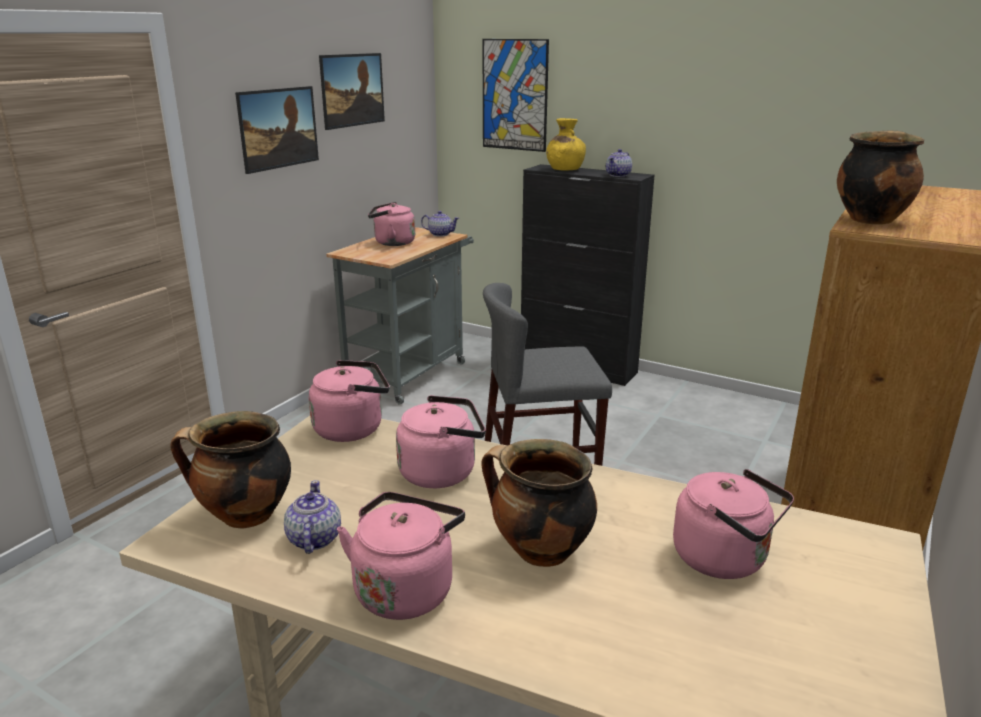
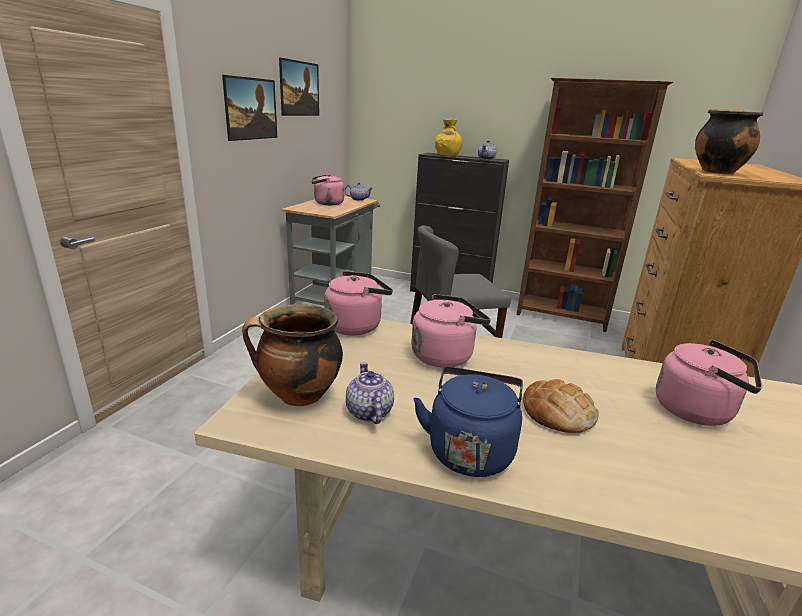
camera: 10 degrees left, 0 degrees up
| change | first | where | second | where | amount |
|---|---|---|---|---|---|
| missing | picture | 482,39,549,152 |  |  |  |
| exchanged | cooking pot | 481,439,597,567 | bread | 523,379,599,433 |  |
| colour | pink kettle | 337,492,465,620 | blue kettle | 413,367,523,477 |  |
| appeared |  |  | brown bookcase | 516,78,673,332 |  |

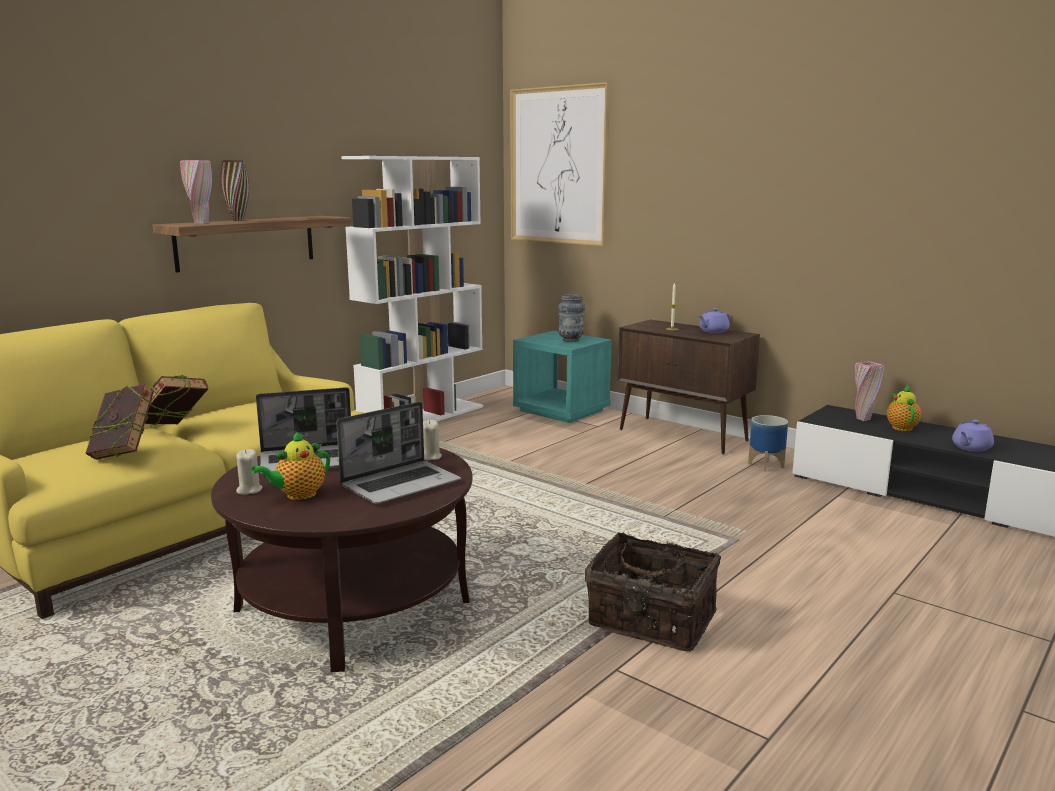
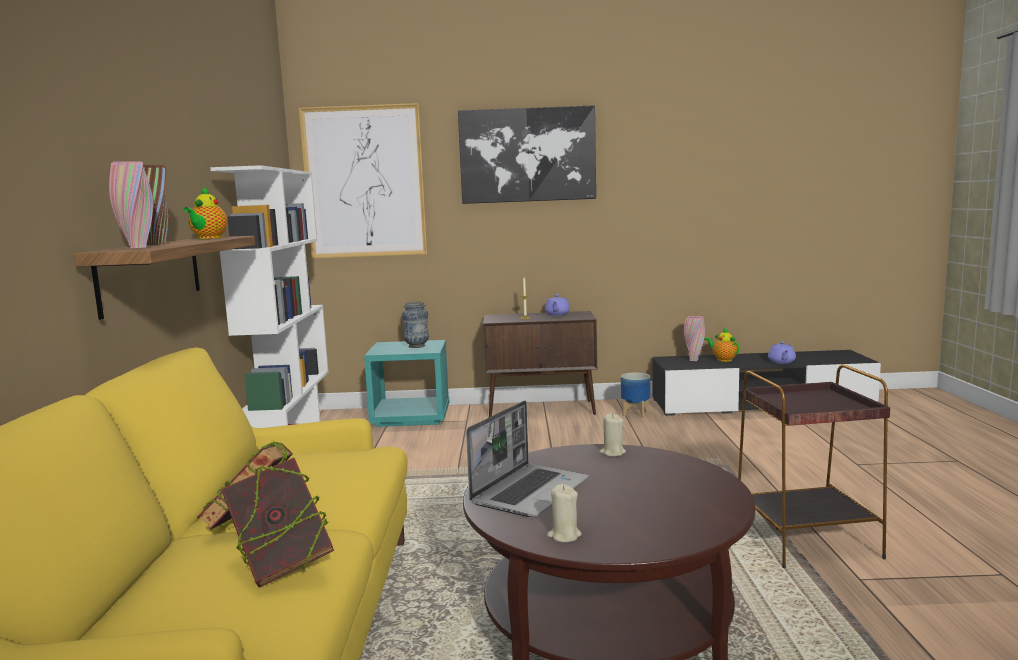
camera: 40 degrees left, 5 degrees down
| change | first | where | second | where | amount |
|---|---|---|---|---|---|
| missing | laptop | 336,402,461,504 |  |  |  |
| relocated | teapot | 251,431,330,500 |  | 183,186,228,239 |  |
| exchanged | basket | 585,532,721,652 | brown side table | 738,364,890,568 |  |
| appeared |  |  | picture | 458,105,596,204 |  |

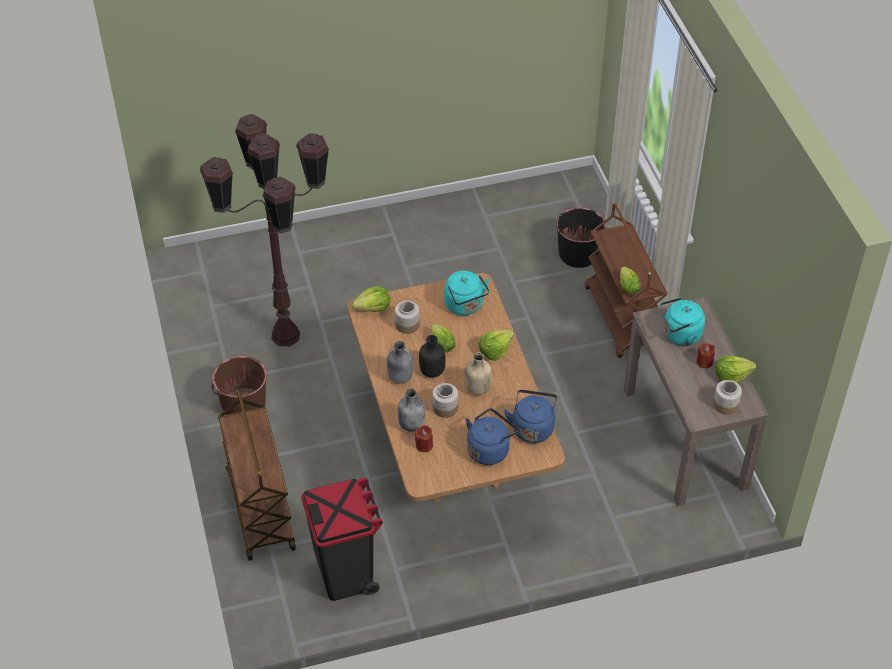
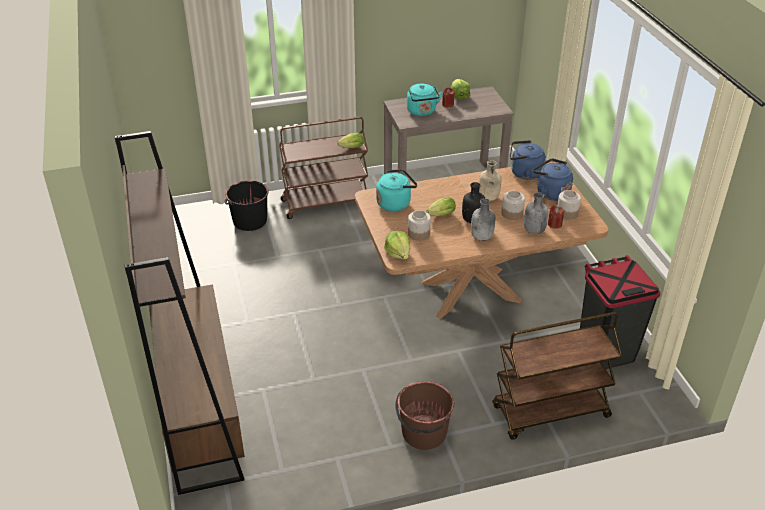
camera: 90 degrees left, 10 degrees down
| change | first | where | second | where | amount |
|---|---|---|---|---|---|
| missing | brown floor lamp | 200,114,329,346 |  |  |  |
| missing | lettuce | 478,330,514,361 |  |  |  |
| relocated | jar | 713,380,742,414 |  | 557,190,581,220 |  |
| appeared |  |  | brown bookcase | 115,131,245,495 |  |

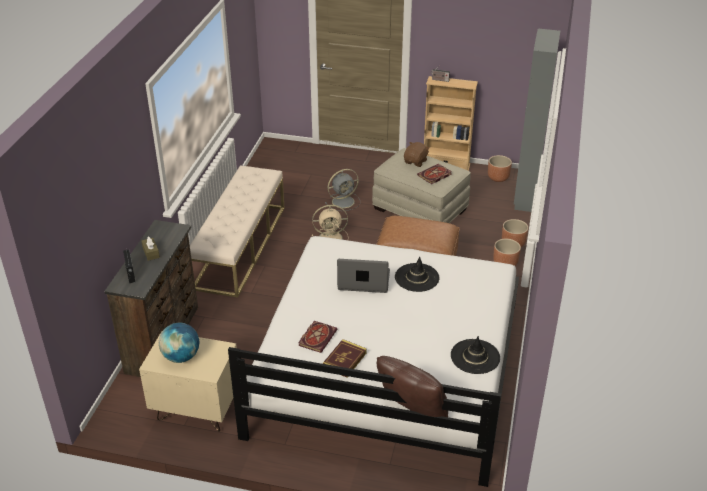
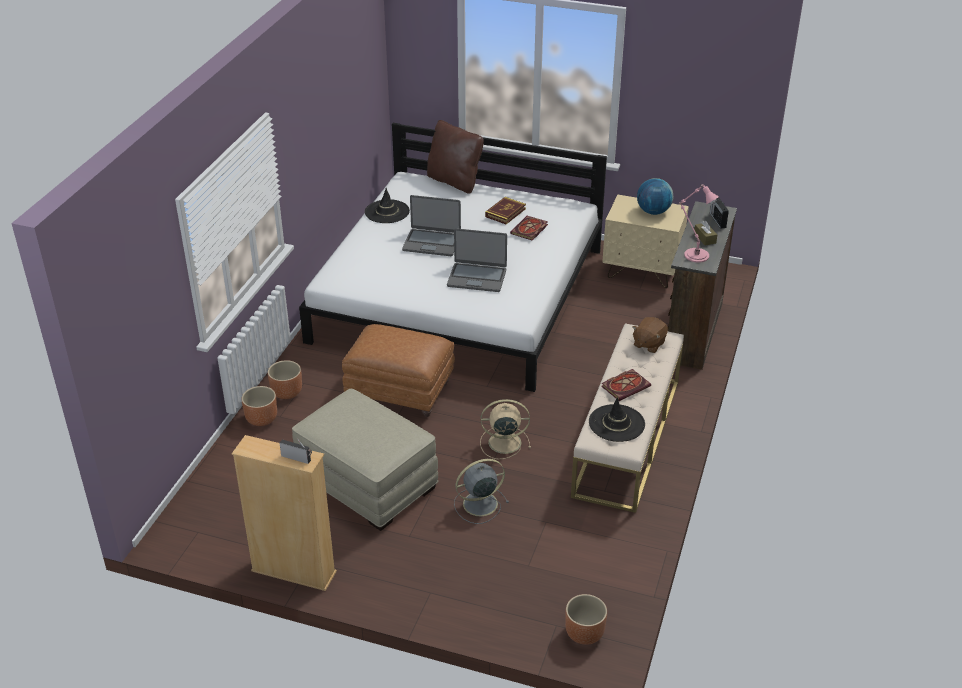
camera: 175 degrees left, 0 degrees up
| change | first | where | second | where | amount |
|---|---|---|---|---|---|
| missing | grey wardrobe | 514,29,560,212 |  |  |  |
| relocated | brown plush toy | 404,142,430,167 |  | 632,317,668,353 |  |
| relocated | brown planter | 488,155,512,182 |  | 565,594,607,645 |  |
| relocated | book | 417,164,452,184 |  | 601,369,651,401 |  |
| relocated | black hat | 395,257,440,292 |  | 589,397,645,442 |  |
| appeared |  |  | pink table lamp | 678,184,719,263 |  |
| appeared |  |  | laptop | 402,195,461,256 |  |

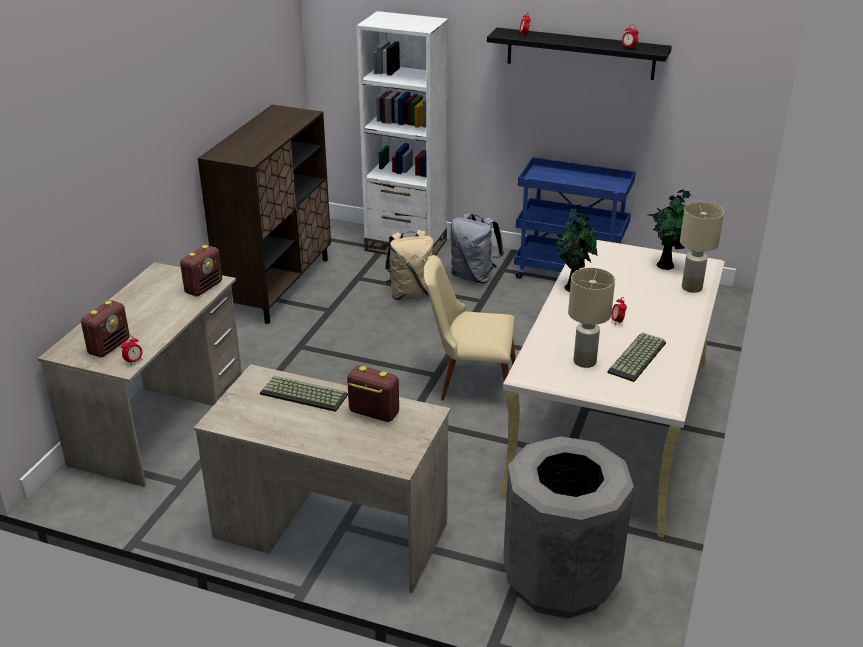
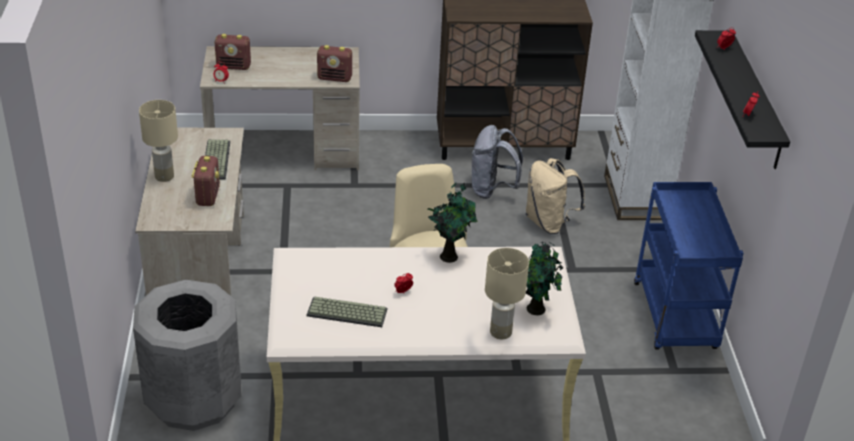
camera: 65 degrees right, 5 degrees up
| change | first | where | second | where | amount |
|---|---|---|---|---|---|
| relocated | grey backpack | 450,213,504,284 |  | 472,125,523,199 |  |
| relocated | beige table lamp | 568,268,615,368 |  | 139,100,178,182 |  |

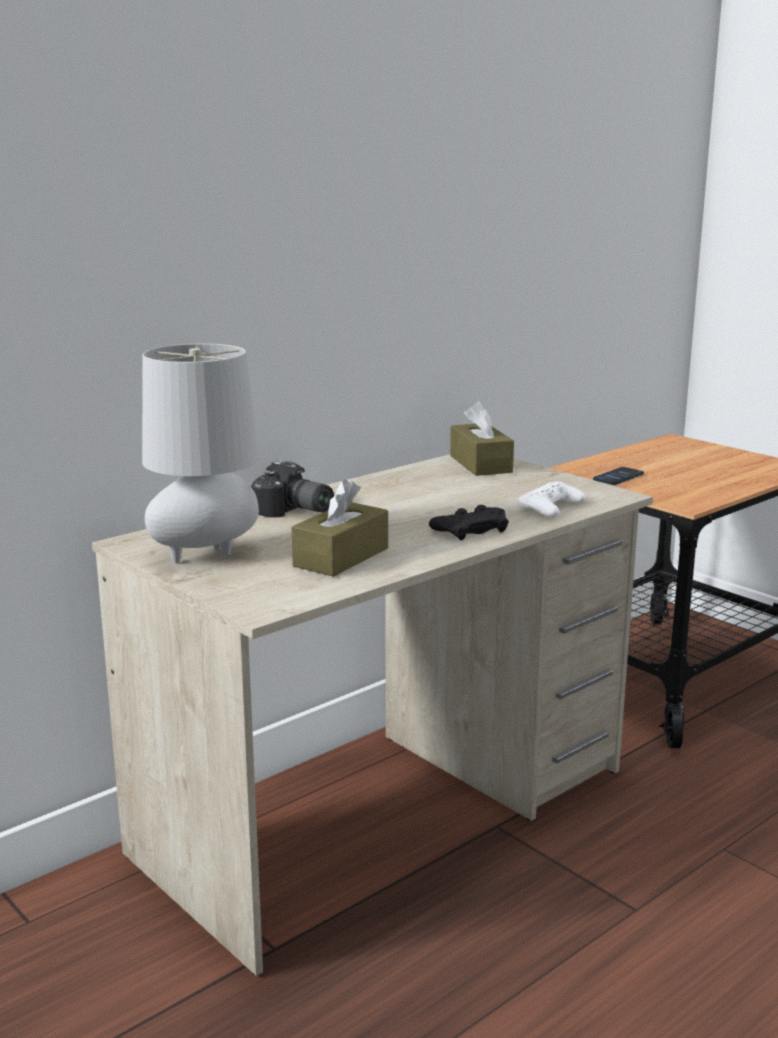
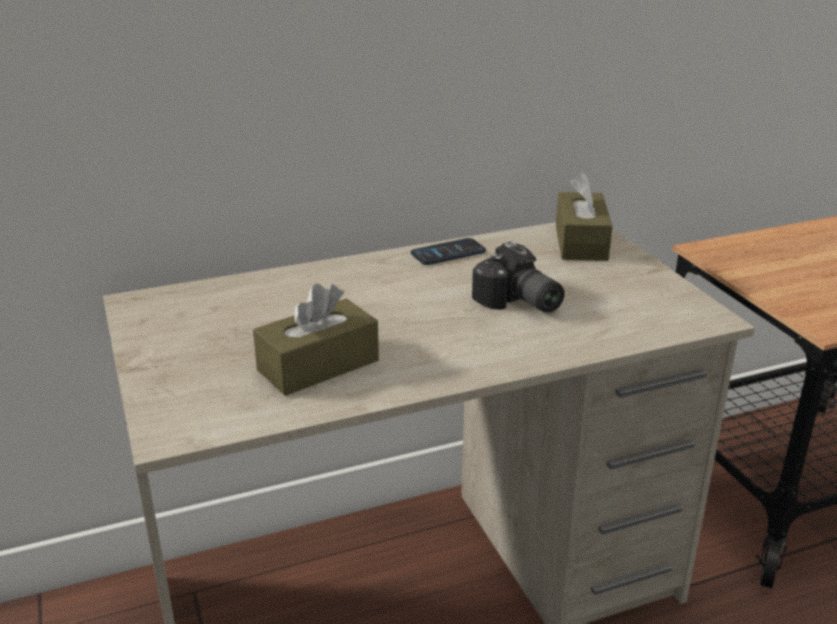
camera: 20 degrees right, 10 degrees up
| change | first | where | second | where | amount |
|---|---|---|---|---|---|
| missing | grey table lamp | 142,343,259,563 |  |  |  |
| relocated | photo camera | 251,460,334,518 |  | 472,241,564,313 |  |
| relocated | phone | 593,467,644,485 |  | 411,238,486,265 |  |
| missing | white game controller | 519,481,586,517 |  |  |  |
| missing | black game controller | 429,505,509,540 |  |  |  |

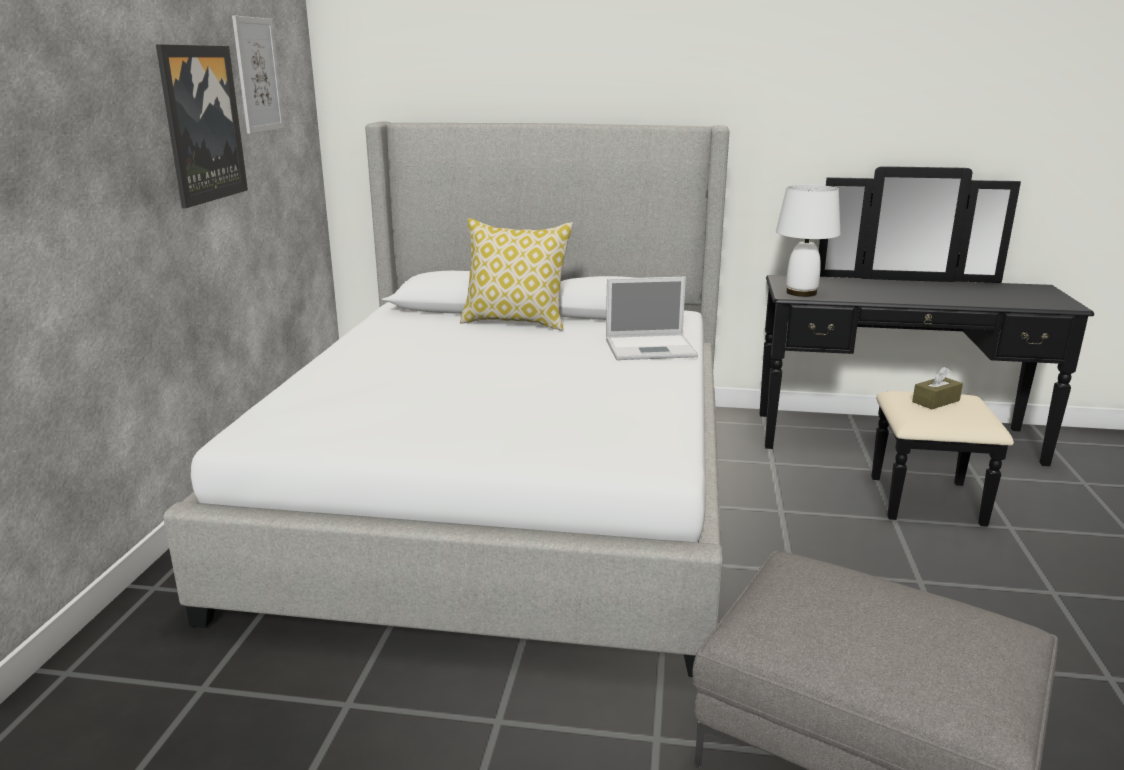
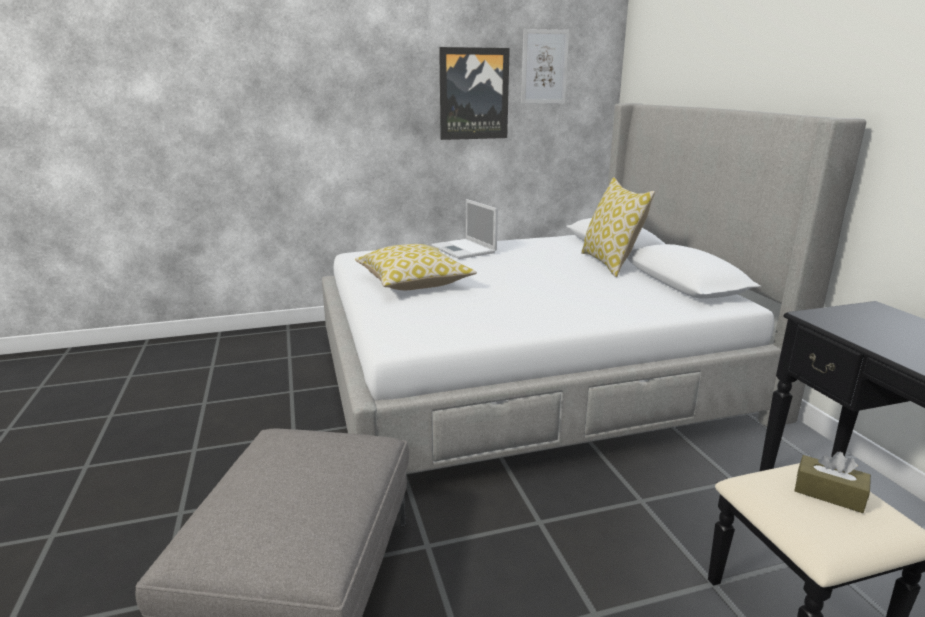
camera: 65 degrees right, 0 degrees up
| change | first | where | second | where | amount |
|---|---|---|---|---|---|
| missing | white table lamp | 776,185,841,297 |  |  |  |
| relocated | laptop | 606,277,698,360 |  | 431,199,498,259 |  |
| appeared |  |  | pillow | 355,244,477,290 |  |

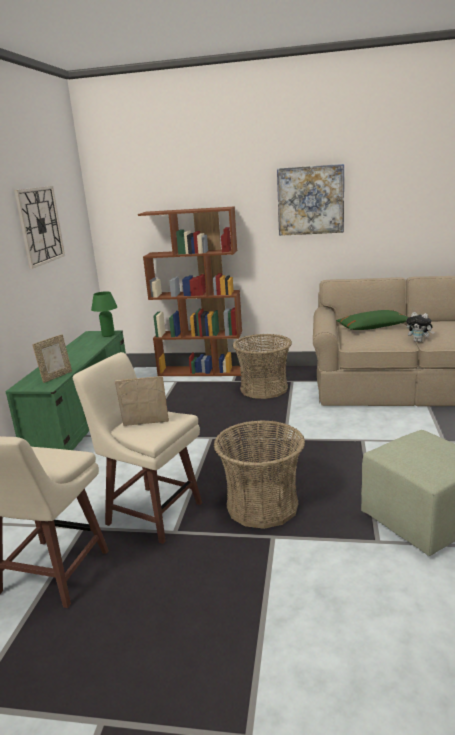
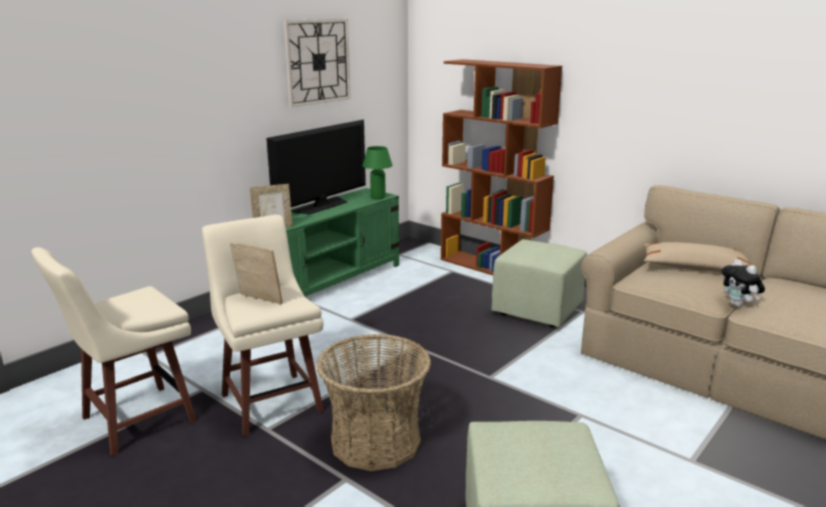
camera: 30 degrees right, 0 degrees up
| change | first | where | second | where | amount |
|---|---|---|---|---|---|
| missing | picture | 277,164,344,236 |  |  |  |
| colour | green pillow | 336,310,408,330 | beige pillow | 644,242,751,272 |  |
| exchanged | basket | 232,334,292,399 | green ottoman | 491,239,587,327 |  |
| appeared |  |  | television | 266,120,366,215 |  |

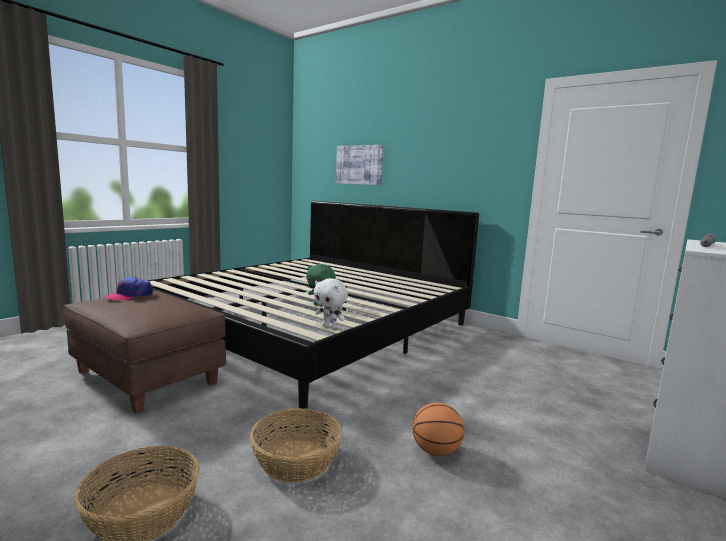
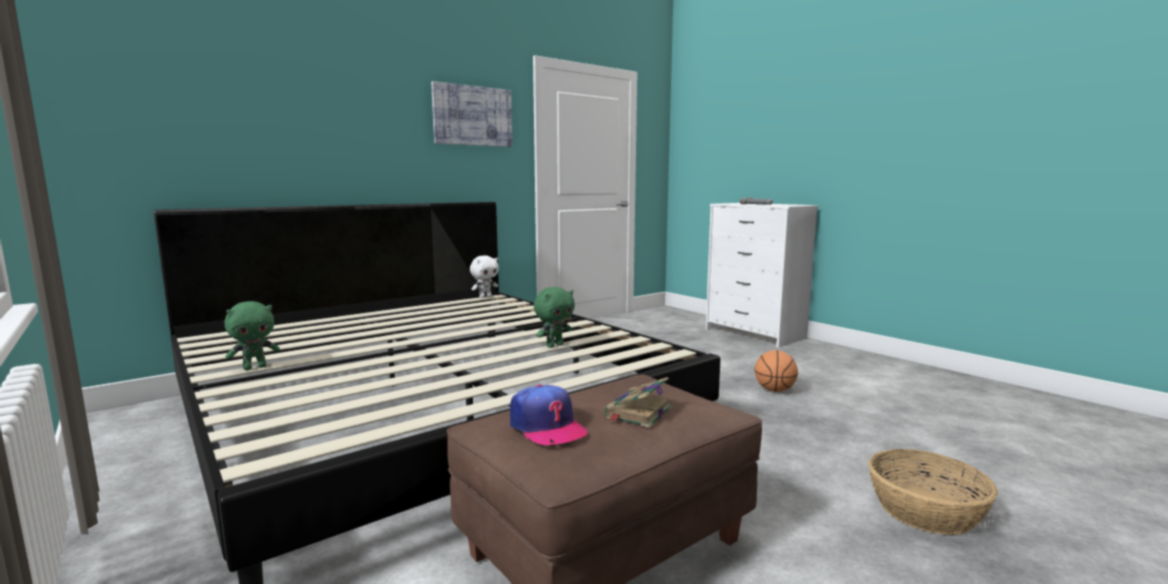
camera: 75 degrees left, 0 degrees up
| change | first | where | second | where | amount |
|---|---|---|---|---|---|
| relocated | picture | 336,145,384,185 |  | 431,81,512,147 |  |
| relocated | white plush toy | 313,278,348,329 |  | 470,256,499,298 |  |
| missing | basket | 250,408,342,483 |  |  |  |
| appeared |  |  | green plush toy | 224,301,280,370 |  |
| appeared |  |  | book | 604,377,672,428 |  |

